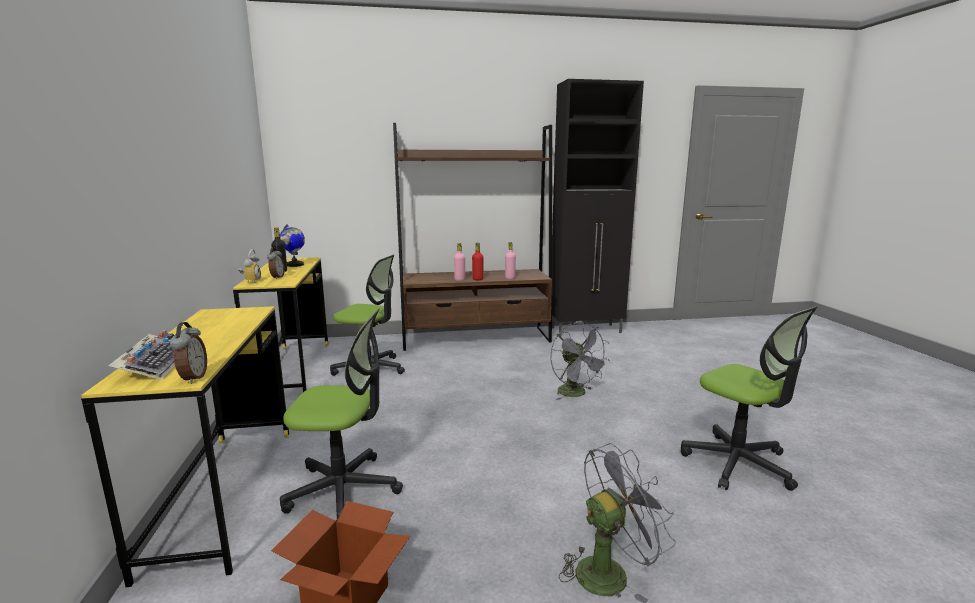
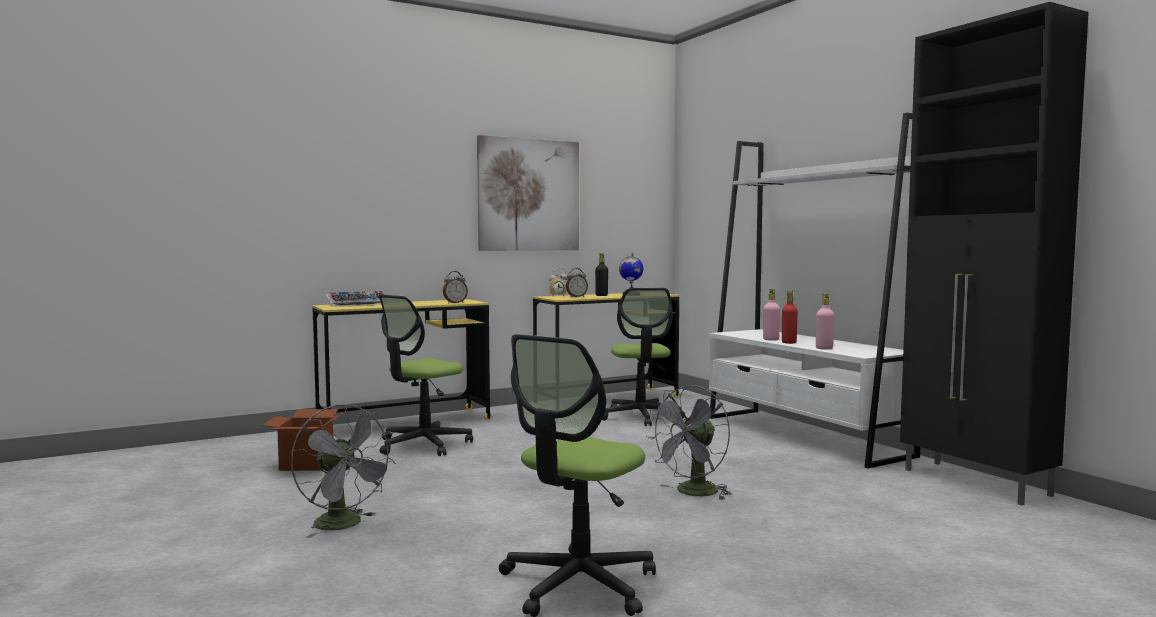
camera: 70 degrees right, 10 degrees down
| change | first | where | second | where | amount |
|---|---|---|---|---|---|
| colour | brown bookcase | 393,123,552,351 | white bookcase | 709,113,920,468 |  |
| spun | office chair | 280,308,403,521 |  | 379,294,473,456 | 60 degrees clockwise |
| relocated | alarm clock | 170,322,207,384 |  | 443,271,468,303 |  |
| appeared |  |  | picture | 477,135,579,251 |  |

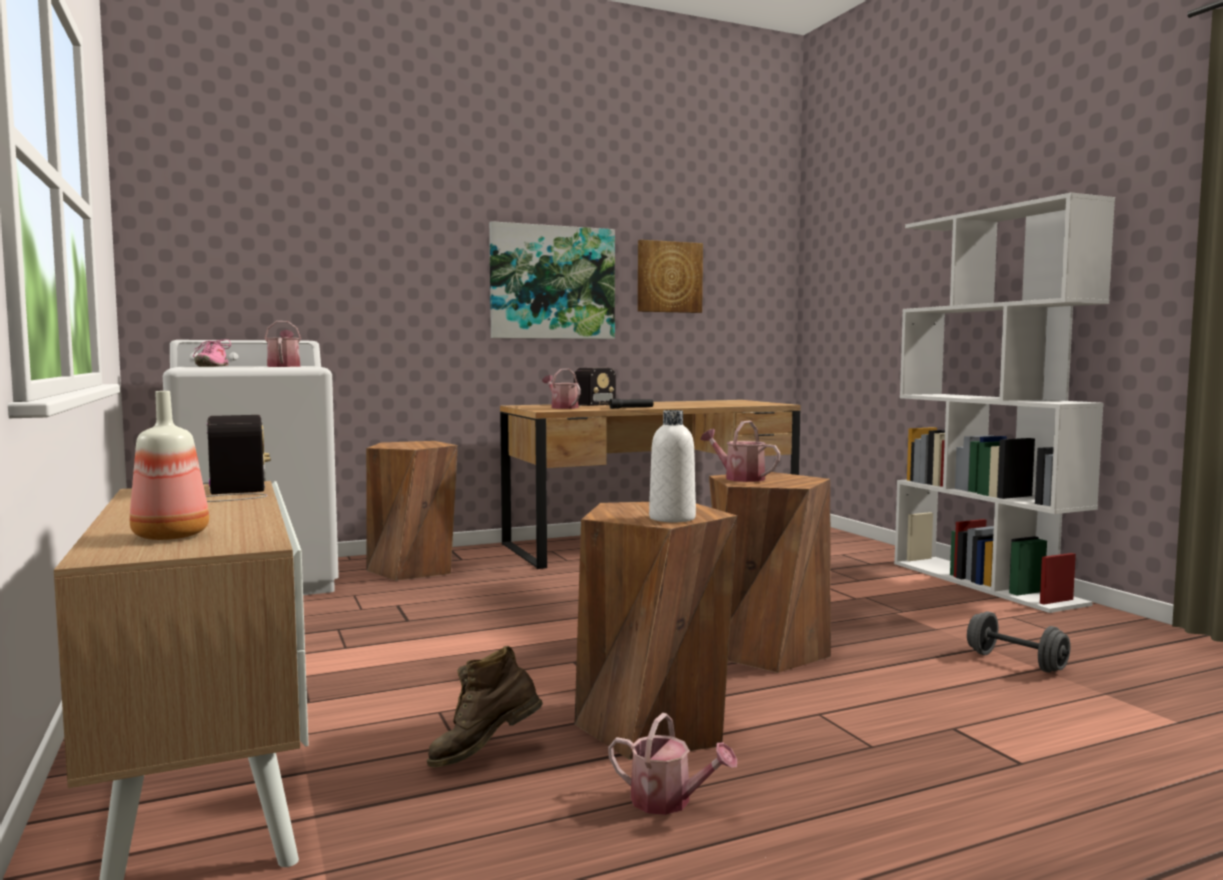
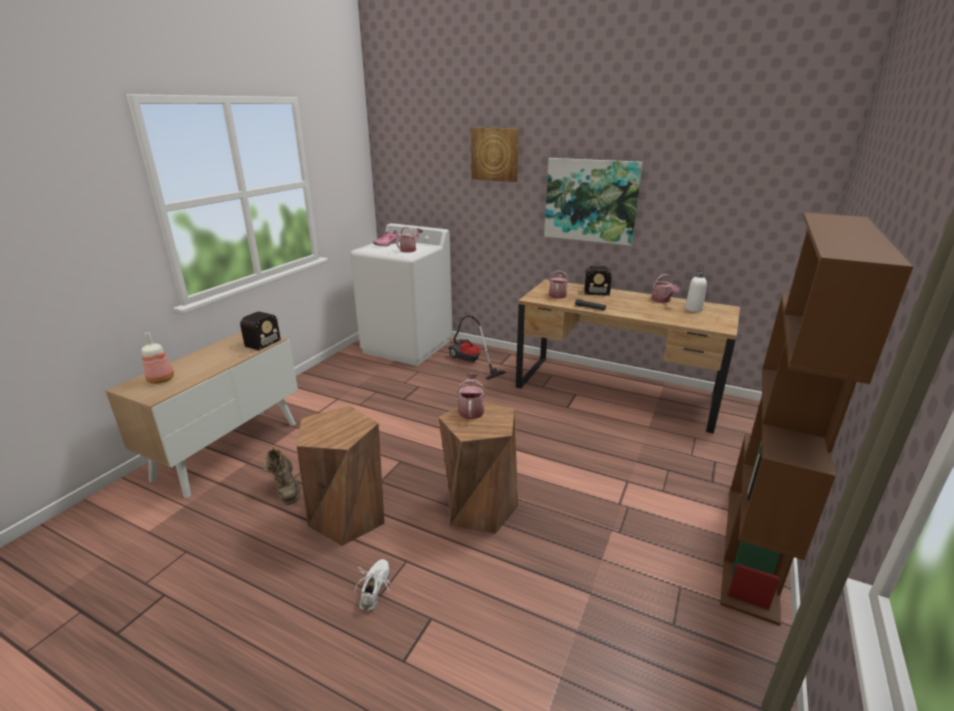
camera: 50 degrees right, 20 degrees up
| change | first | where | second | where | amount |
|---|---|---|---|---|---|
| colour | white bookcase | 894,193,1115,613 | brown bookcase | 720,213,913,626 |  |
| relocated | picture | 638,240,703,313 |  | 471,127,519,182 |  |
| relocated | white bottle | 649,410,696,522 |  | 685,271,707,312 |  |
| exchanged | brown stool | 366,441,458,581 | vacuum cleaner | 448,315,506,380 |  |
| missing | grey dumbbell | 967,611,1070,673 |  |  |  |
| spun | brown boot | 427,646,543,768 |  | 263,448,300,505 | 135 degrees counterclockwise |
| relocated | watering can | 608,713,737,815 |  | 652,274,680,303 |  |
| appeared |  |  | white shoe | 354,559,390,612 |  |

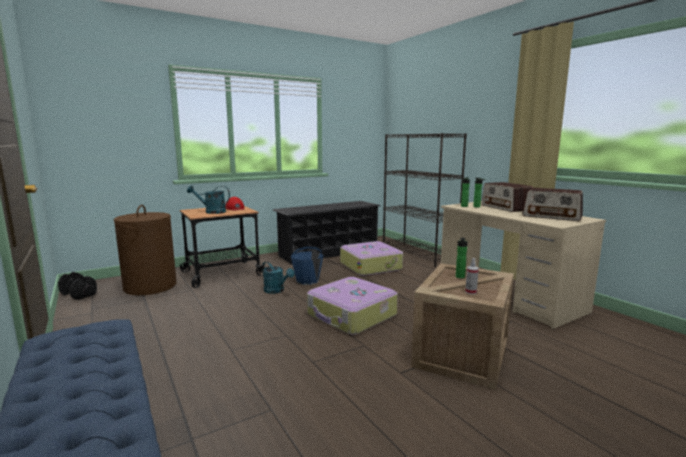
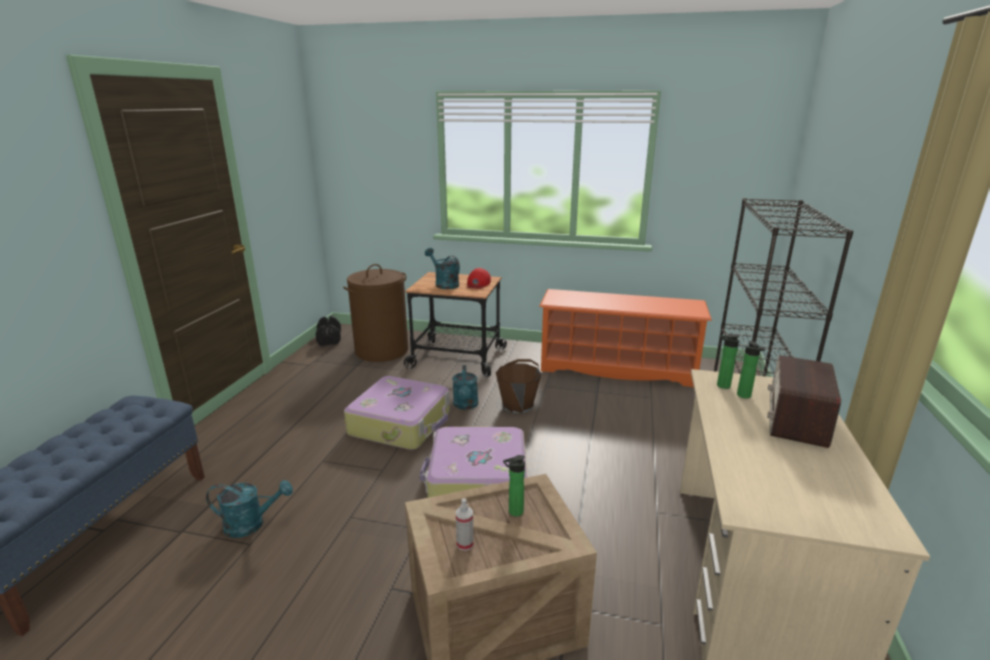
camera: 45 degrees right, 10 degrees up
| change | first | where | second | where | amount |
|---|---|---|---|---|---|
| missing | radio | 522,188,583,221 |  |  |  |
| colour | black shoe rack | 273,201,380,265 | orange shoe rack | 539,289,712,387 |  |
| relocated | suitcase | 340,241,403,276 |  | 344,376,450,450 |  |
| colour | blue bucket | 291,247,324,285 | brown bucket | 496,359,541,413 |  |
| appeared |  |  | turquoise watering can | 206,480,293,538 |  |

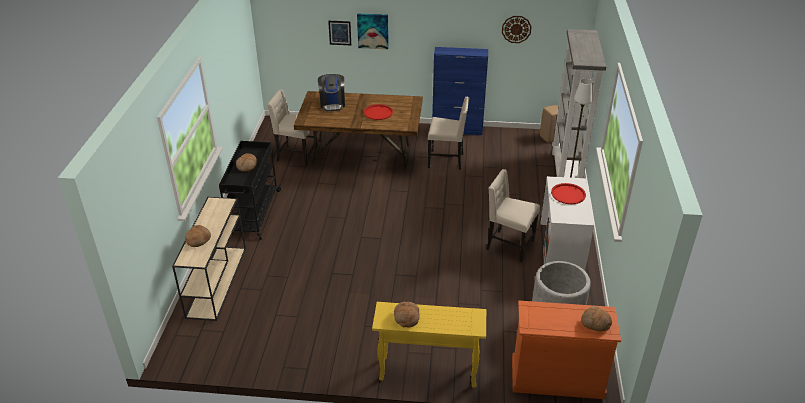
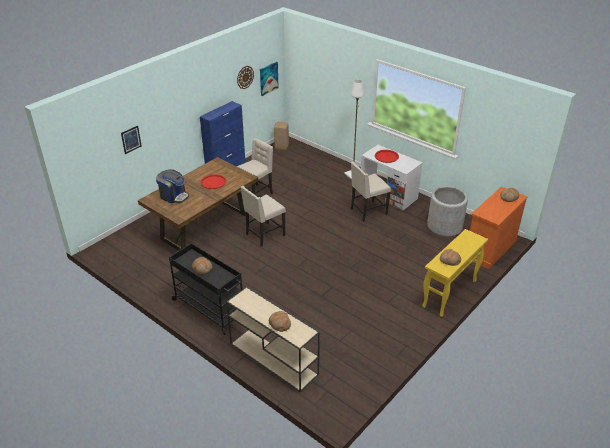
camera: 55 degrees left, 0 degrees up
| change | first | where | second | where | amount |
|---|---|---|---|---|---|
| relocated | picture | 357,13,389,49 |  | 260,62,278,96 |  |
| missing | grey bookcase | 552,29,606,178 |  |  |  |
| relocated | beige chair | 267,89,318,167 |  | 241,186,286,247 |  |

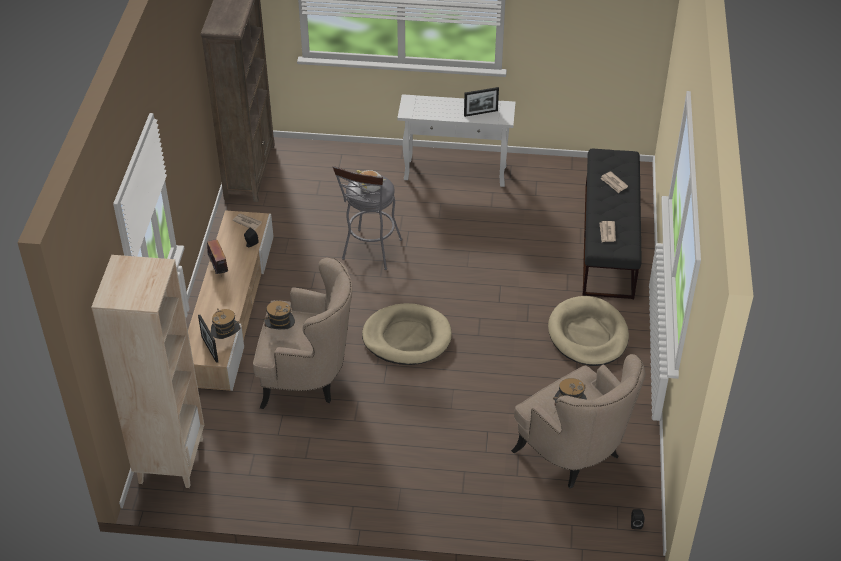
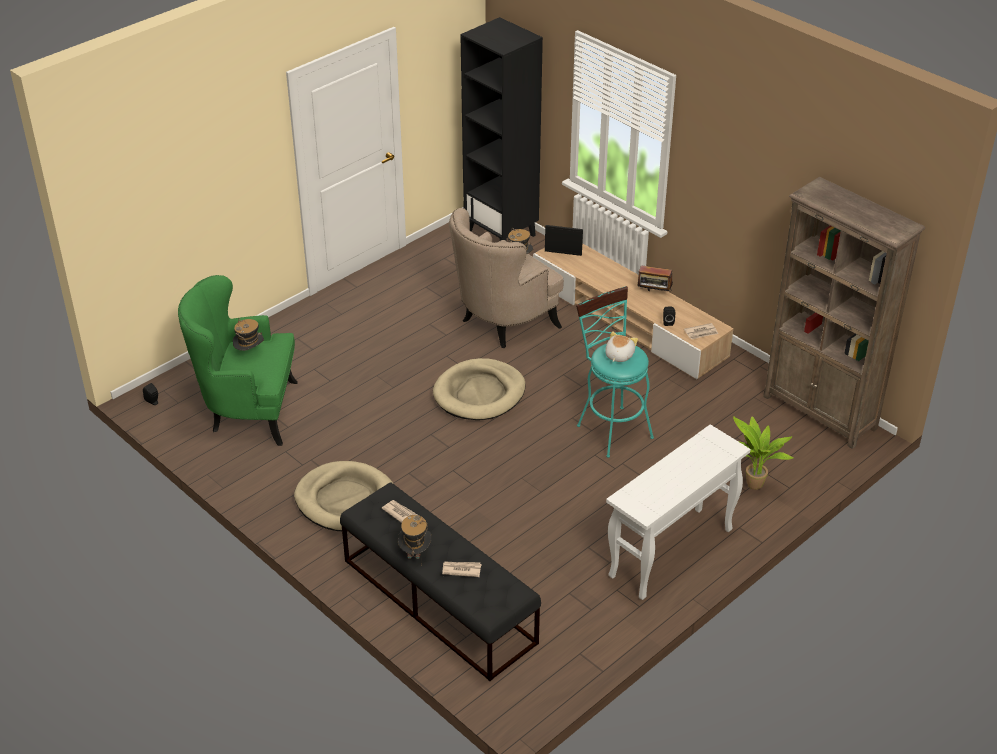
camera: 130 degrees right, 5 degrees down
| change | first | where | second | where | amount |
|---|---|---|---|---|---|
| missing | picture frame | 464,87,499,117 |  |  |  |
| colour | grey stool | 333,166,402,270 | turquoise stool | 576,286,654,458 |  |
| colour | beige bookcase | 91,255,204,488 | black bookcase | 460,17,543,241 |  |
| relocated | hat | 211,308,241,339 |  | 398,515,432,566 |  |
| colour | beige armchair | 511,354,646,488 | green armchair | 178,275,298,446 |  |
| appeared |  |  | potted plant | 733,416,794,490 |  |

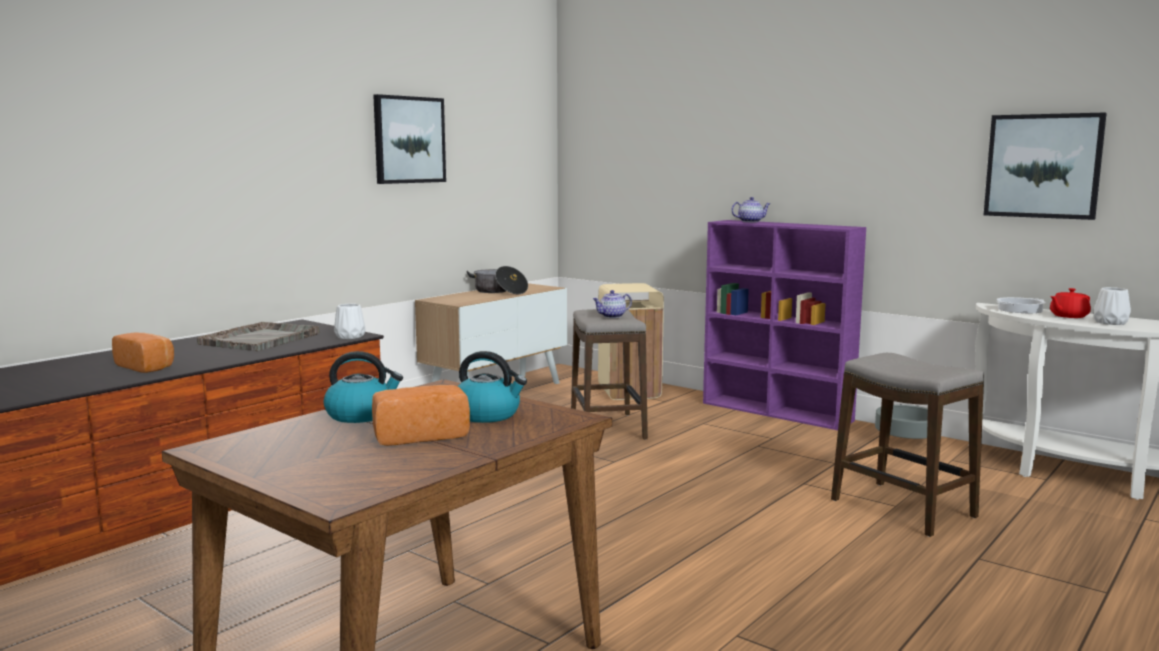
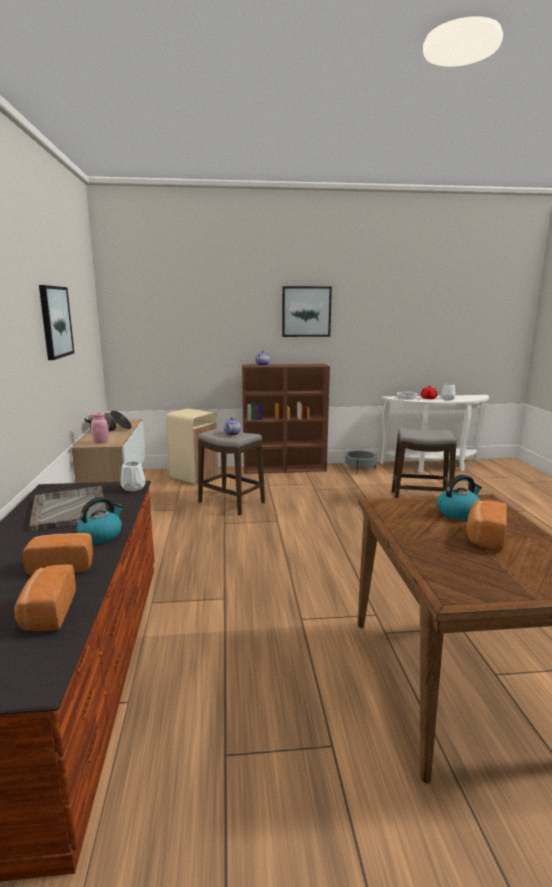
camera: 45 degrees left, 5 degrees up
| change | first | where | second | where | amount |
|---|---|---|---|---|---|
| relocated | picture | 984,113,1107,220 |  | 282,286,332,337 |  |
| colour | purple bookcase | 703,220,866,430 | brown bookcase | 242,364,330,474 |  |
| relocated | kettle | 324,351,403,423 |  | 77,497,123,544 |  |
| appeared |  |  | pink jar | 91,412,109,444 |  |
| appeared |  |  | bread | 14,564,76,631 |  |

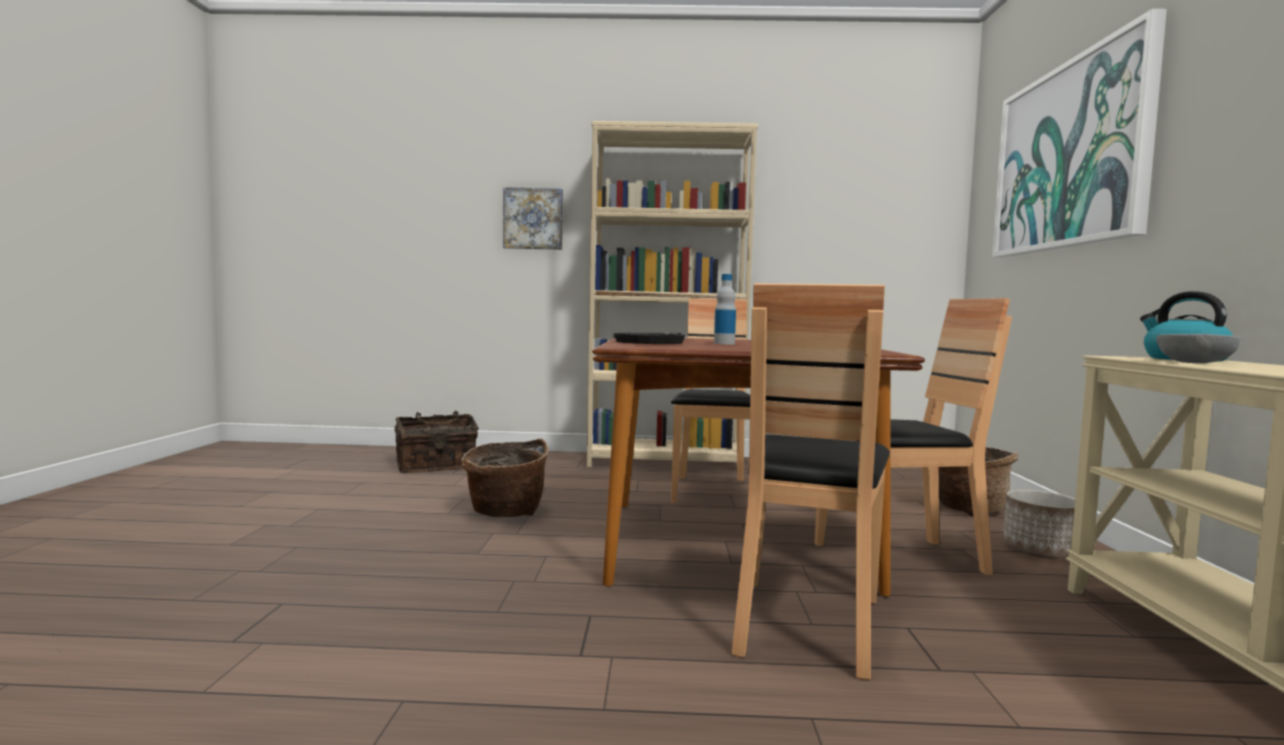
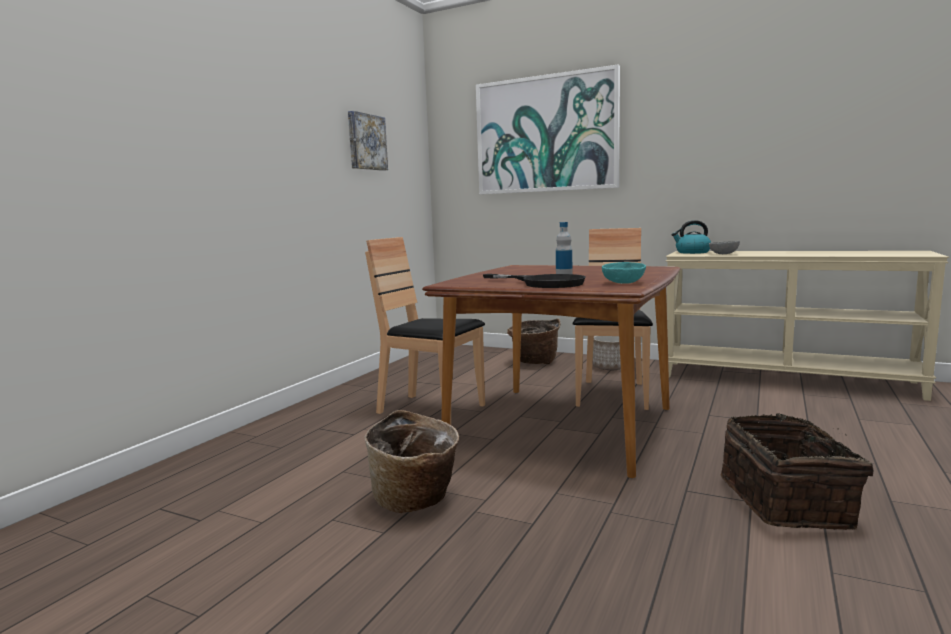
camera: 65 degrees left, 5 degrees up
| change | first | where | second | where | amount |
|---|---|---|---|---|---|
| missing | beige bookcase | 587,121,758,467 |  |  |  |
| relocated | picture | 503,187,563,250 |  | 348,111,388,171 |  |
| missing | brown chair | 731,283,890,680 |  |  |  |
| relocated | basket | 394,411,479,473 |  | 721,413,874,530 |  |
| appeared |  |  | turquoise bowl | 602,262,646,284 |  |

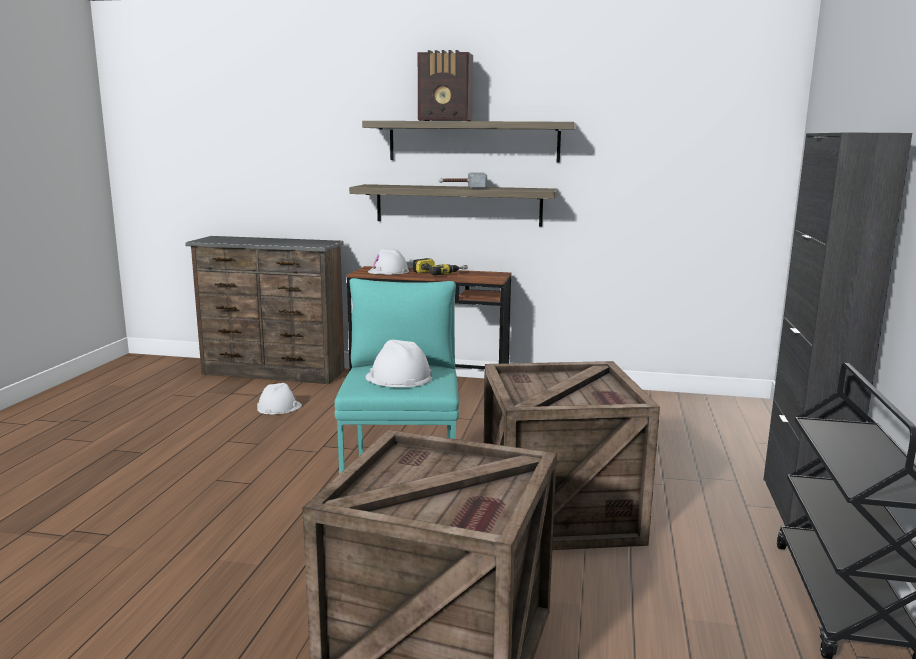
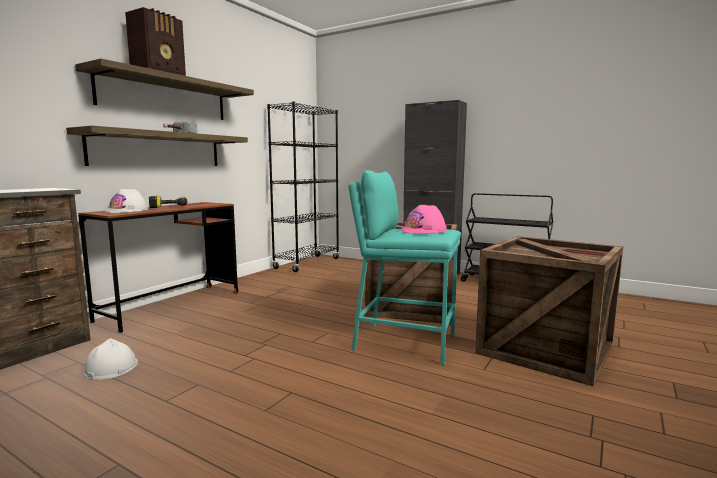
camera: 70 degrees left, 5 degrees down
| change | first | where | second | where | amount |
|---|---|---|---|---|---|
| colour | white hard hat | 366,340,432,387 | pink hard hat | 401,205,447,234 |  |
| appeared |  |  | black bookcase | 267,102,339,272 |  |

